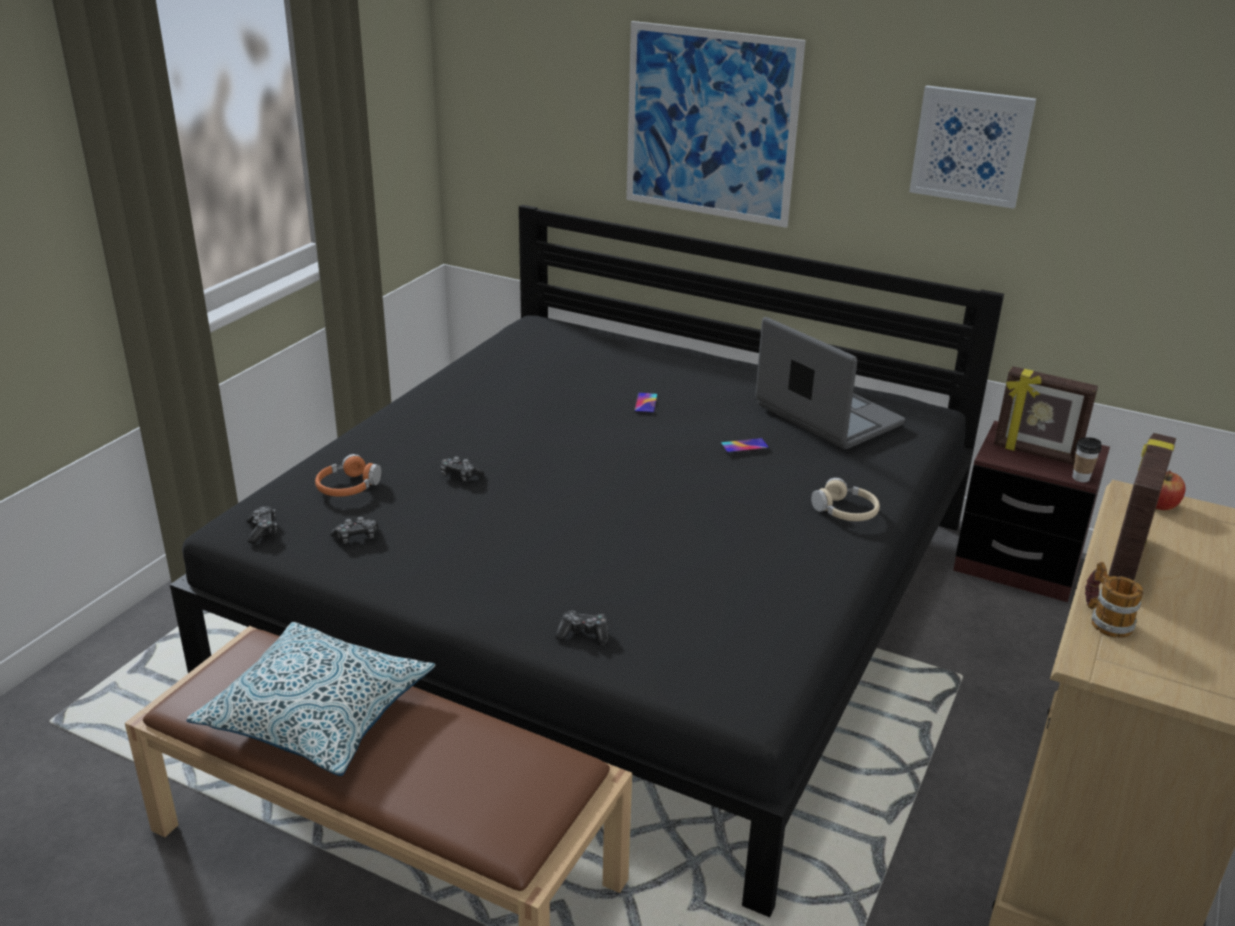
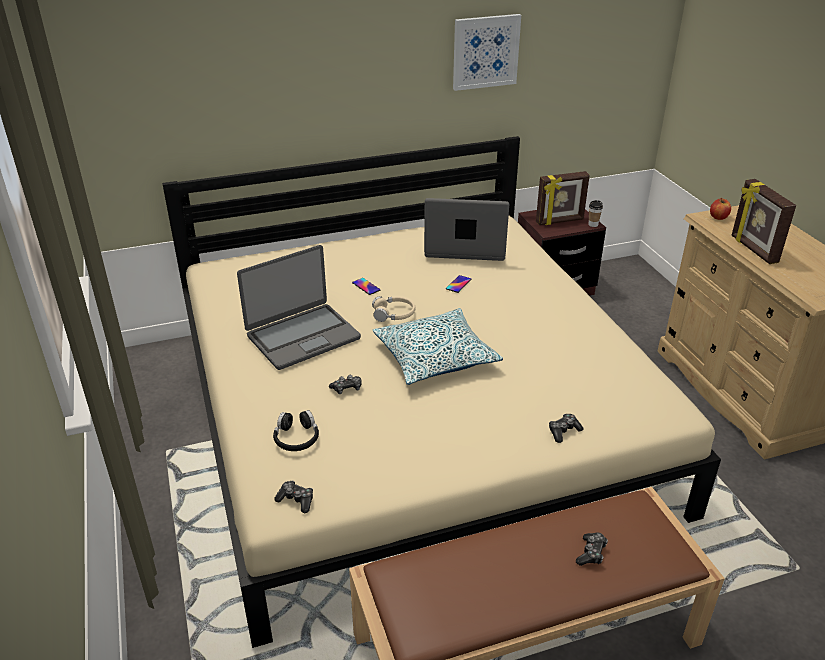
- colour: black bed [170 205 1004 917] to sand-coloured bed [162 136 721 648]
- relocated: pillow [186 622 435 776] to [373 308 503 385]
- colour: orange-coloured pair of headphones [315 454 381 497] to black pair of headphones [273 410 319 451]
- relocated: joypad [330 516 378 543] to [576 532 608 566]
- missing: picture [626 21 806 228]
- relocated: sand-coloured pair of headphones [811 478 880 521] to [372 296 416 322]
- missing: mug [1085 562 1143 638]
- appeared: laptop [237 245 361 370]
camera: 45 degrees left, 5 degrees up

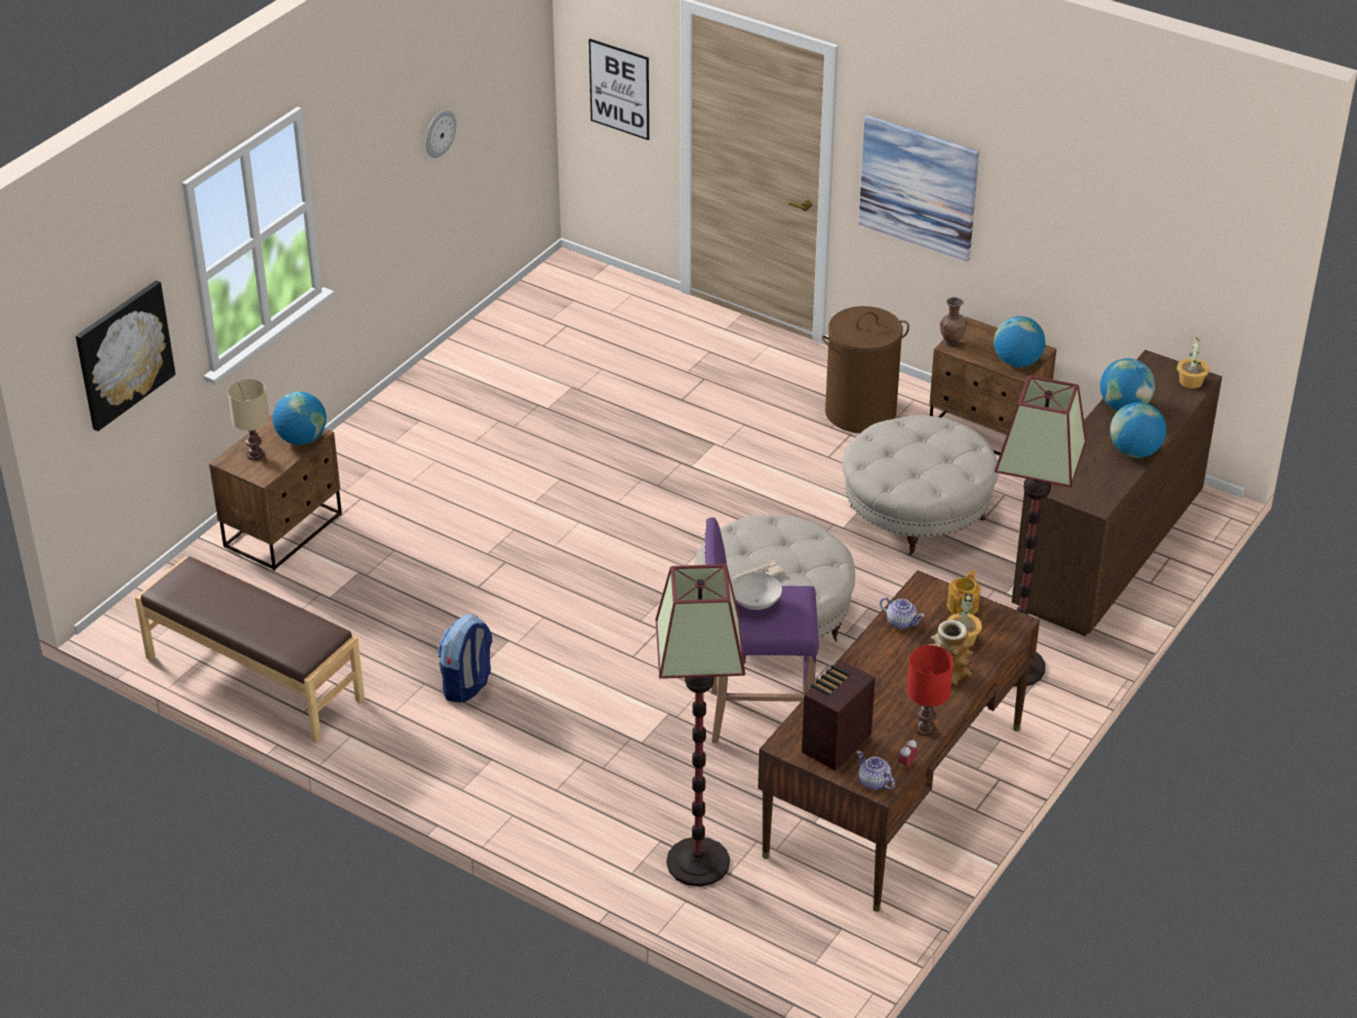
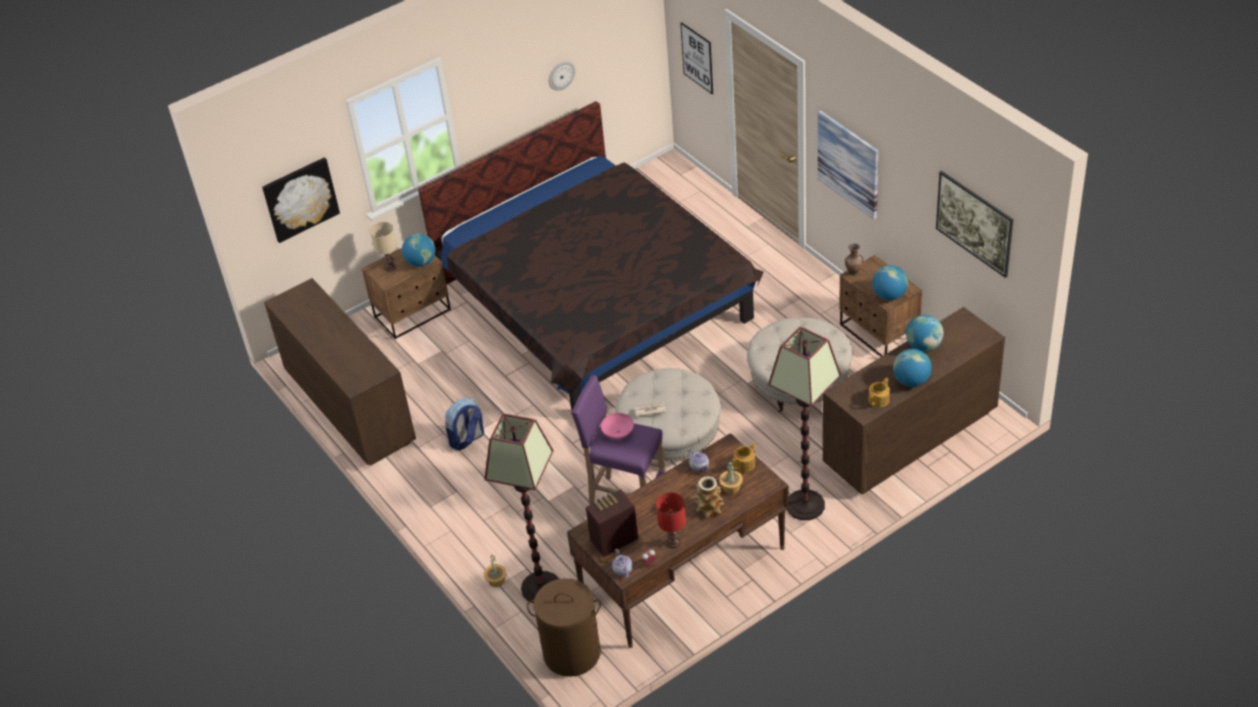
- exchanged: brownish bench [135 556 365 743] to brownish drawer chest [264 278 416 466]
- colour: white serving bowl [732 572 782 610] to pinkish serving bowl [601 413 634 439]
- relocated: brownish laundry basket [822 306 909 433] to [527 578 601 677]
- relocated: plant in a pot [1177 337 1210 389] to [484 555 506 587]
- appeared: bed [418 101 764 410]
- appeared: tea pot [868 378 890 408]
- appeared: picture [936 171 1013 278]
camera: 25 degrees right, 5 degrees up

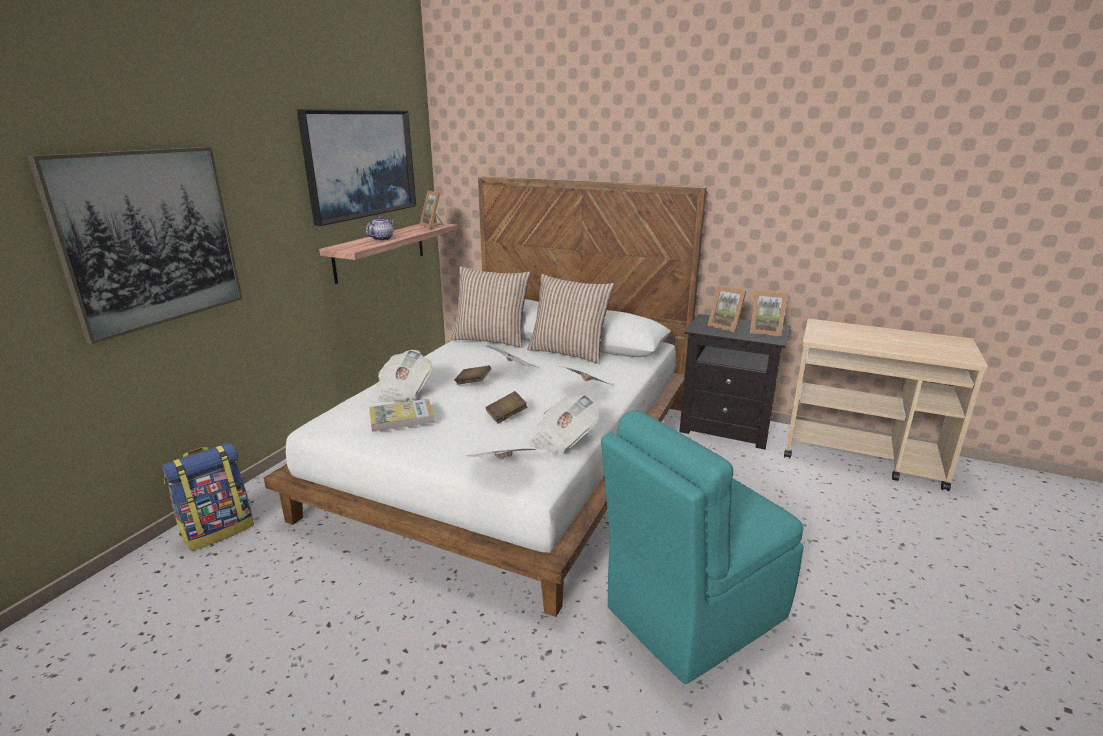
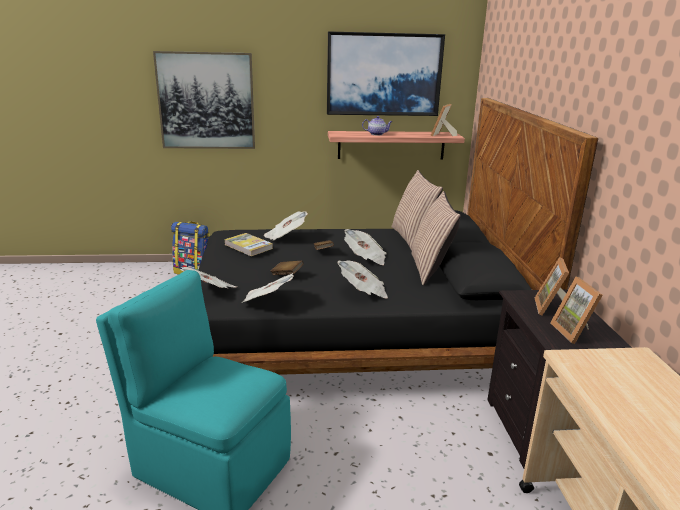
- colour: white bed [264 177 707 617] to black bed [198 98 598 375]
camera: 60 degrees right, 0 degrees up

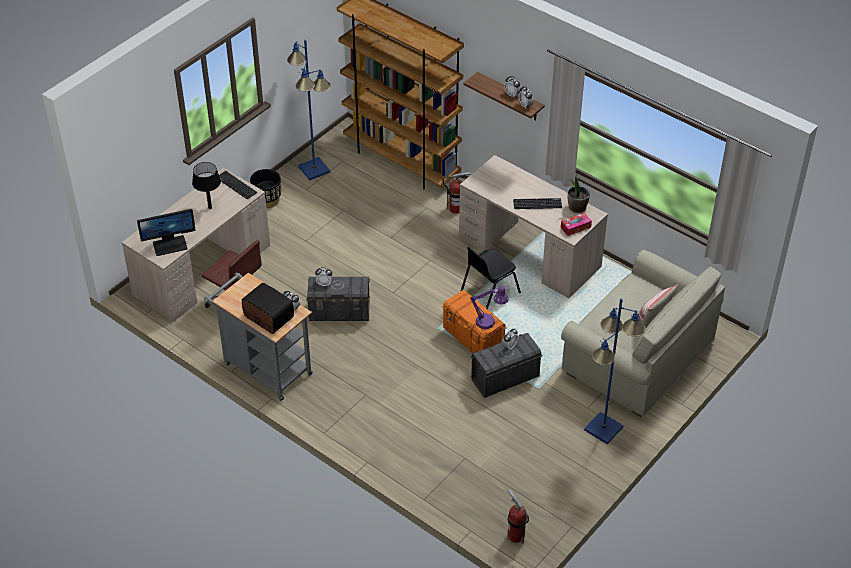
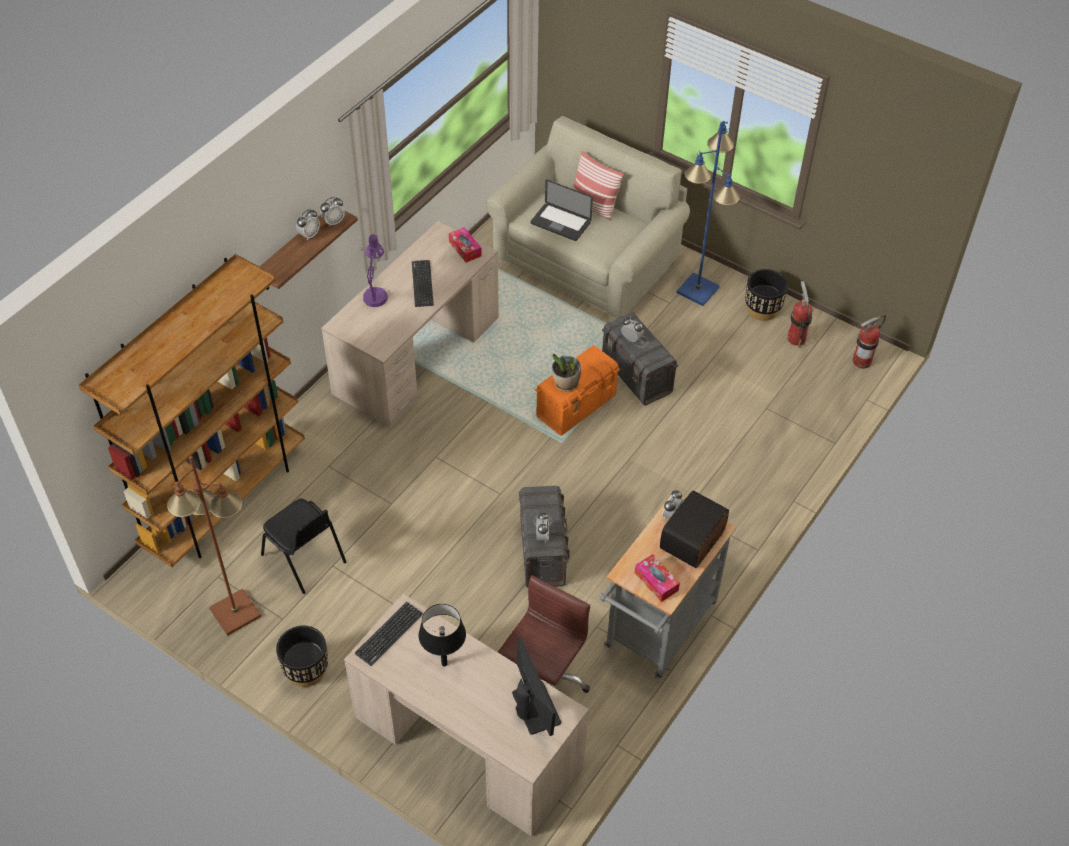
- colour: bluish floor lamp [287 40 331 180] to brownish floor lamp [167 456 261 636]
- relocated: extinguisher [442 172 471 214] to [787 281 813 348]
- relocated: black upright chair [460 247 521 309] to [261 499 347 594]
- relocated: purplish tabletop lamp [470 286 509 329] to [363 234 388 307]
- relocated: plant in a pot [567 173 590 213] to [552 354 581 392]
- appeared: laptop [530 179 593 241]
- appeared: tissue box [635 554 680 602]
- appeared: black plant pot [745 269 788 321]
camera: 95 degrees left, 5 degrees up

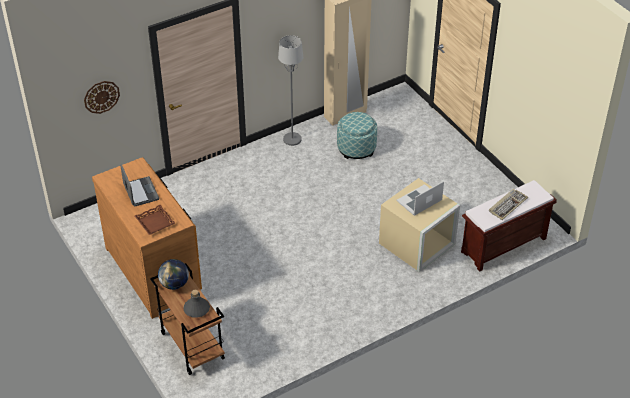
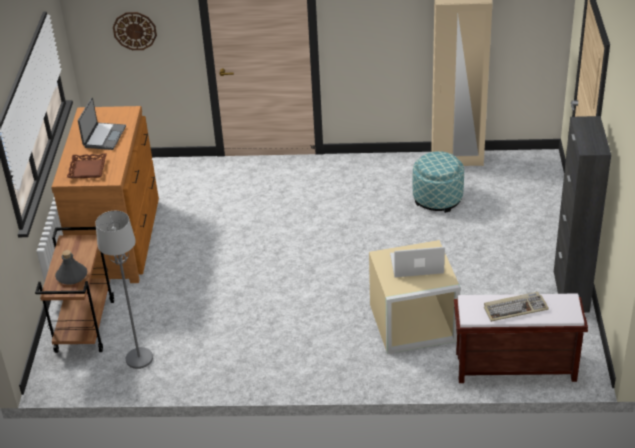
- missing: desk globe [158 259 189 290]
- relocated: greyish floor lamp [278 35 303 146] to [95 211 153 369]
- appeared: black storage cabinet [554 116 611 313]
camera: 35 degrees right, 5 degrees down

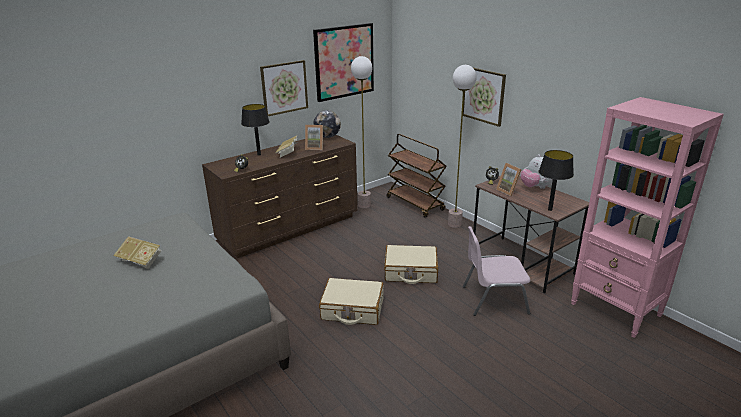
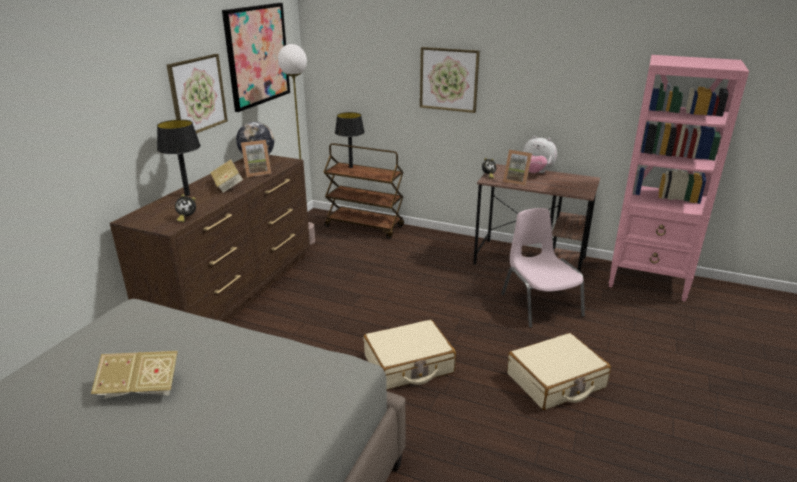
- relocated: sand-coloured piece of luggage [384 245 438 284] to [507 333 611 410]
- missing: floor lamp [448 65 477 228]
- spun: pinkish upright chair [463 226 530 316] = [501 208 585 328] 105 degrees clockwise
- relocated: black tabletop lamp [539 150 574 211] to [335 112 365 168]
camera: 30 degrees left, 0 degrees up

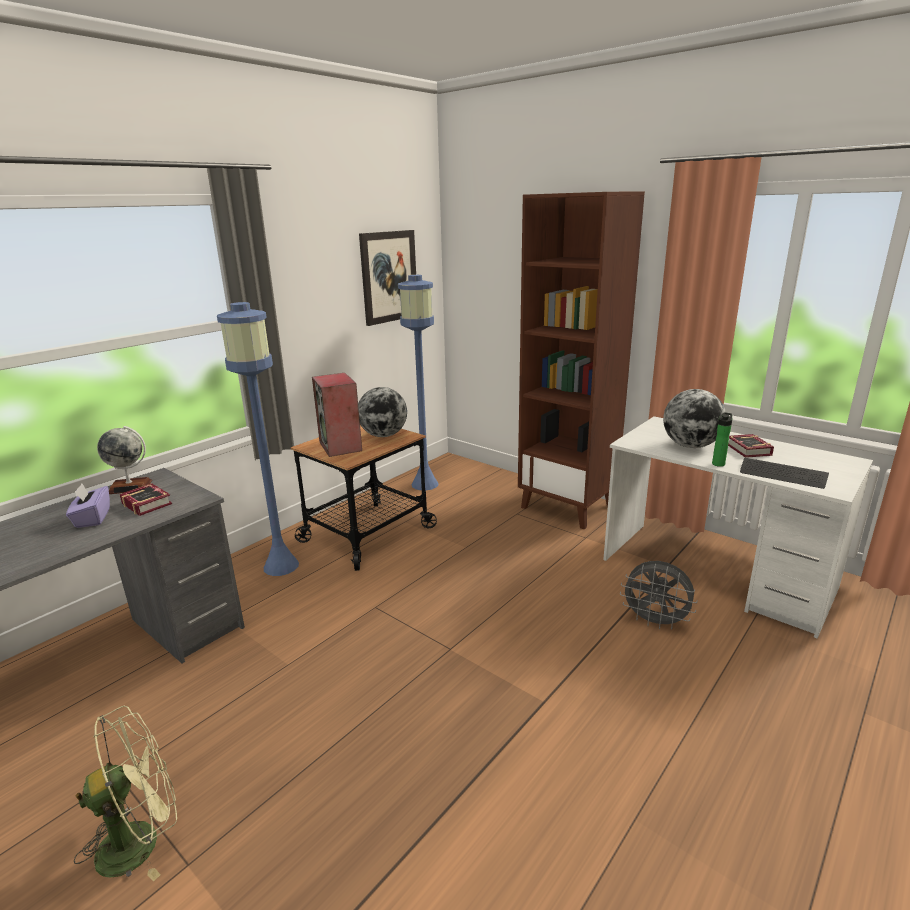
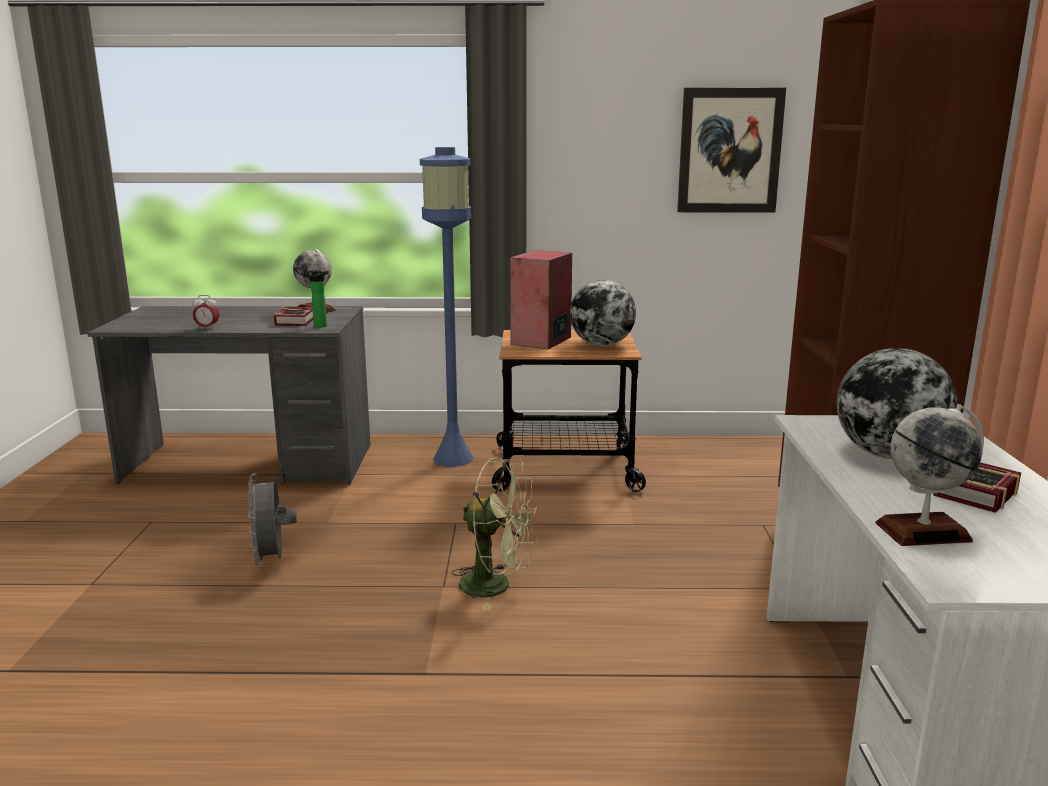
- missing: purplish tissue box [66 484 110 528]
- relocated: green fan [74 706 177 882] to [451 457 538 610]
- missing: bluish floor lamp [398 275 438 491]
- relocated: greyish fan [620 561 698 630] to [248 473 297 567]
- relocated: beverage bottle [712 412 733 467] to [309 270 329 328]
- exchanged: computer keyboard [740 458 829 489] to desk globe [875 404 984 546]
- appeared: bedside clock [193 295 219 330]
camera: 50 degrees right, 5 degrees down

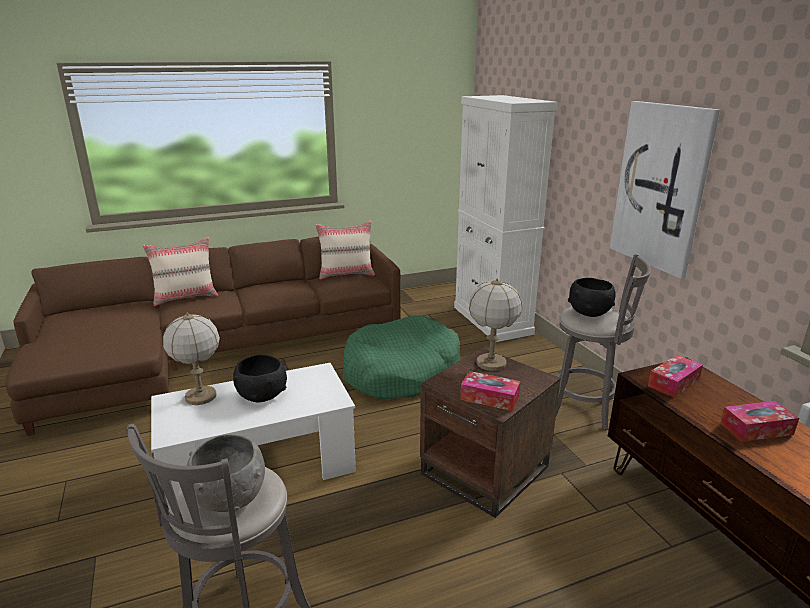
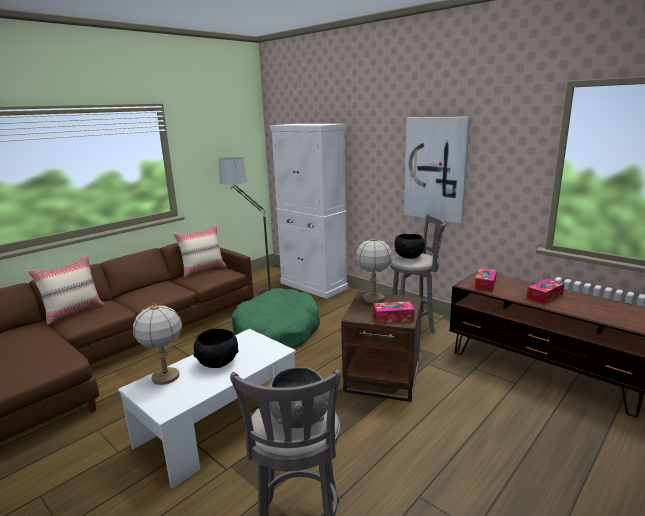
- appeared: floor lamp [219 157 271 296]
camera: 25 degrees left, 5 degrees down

